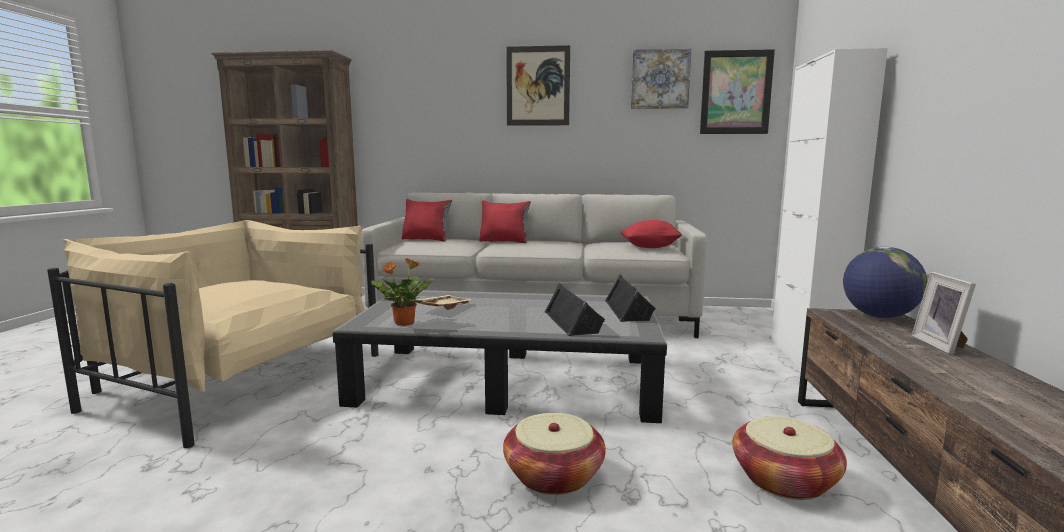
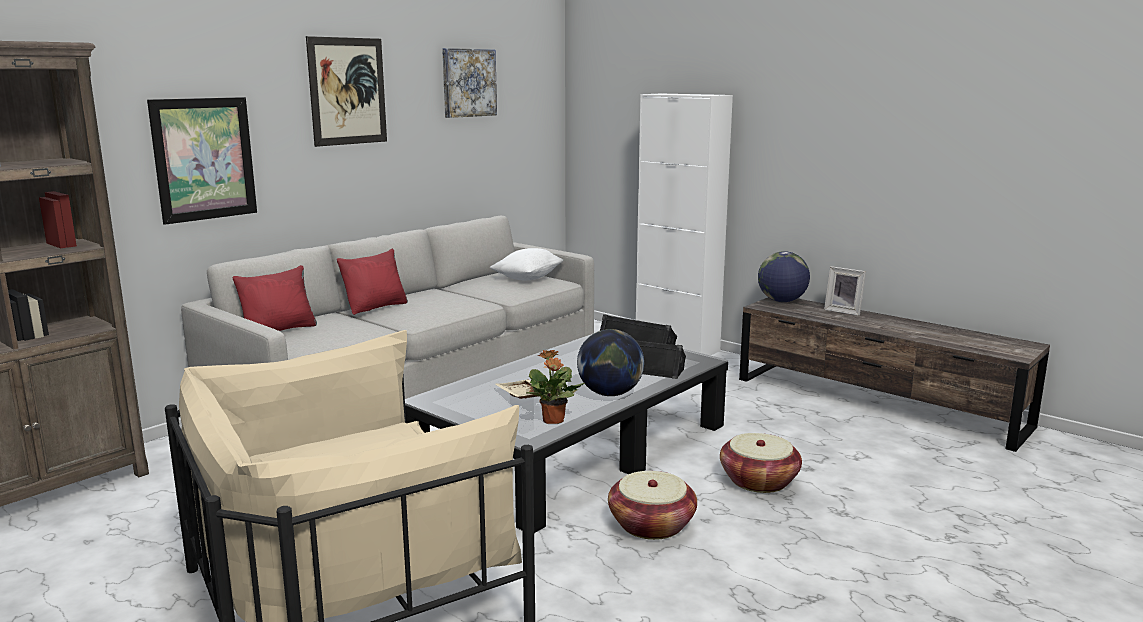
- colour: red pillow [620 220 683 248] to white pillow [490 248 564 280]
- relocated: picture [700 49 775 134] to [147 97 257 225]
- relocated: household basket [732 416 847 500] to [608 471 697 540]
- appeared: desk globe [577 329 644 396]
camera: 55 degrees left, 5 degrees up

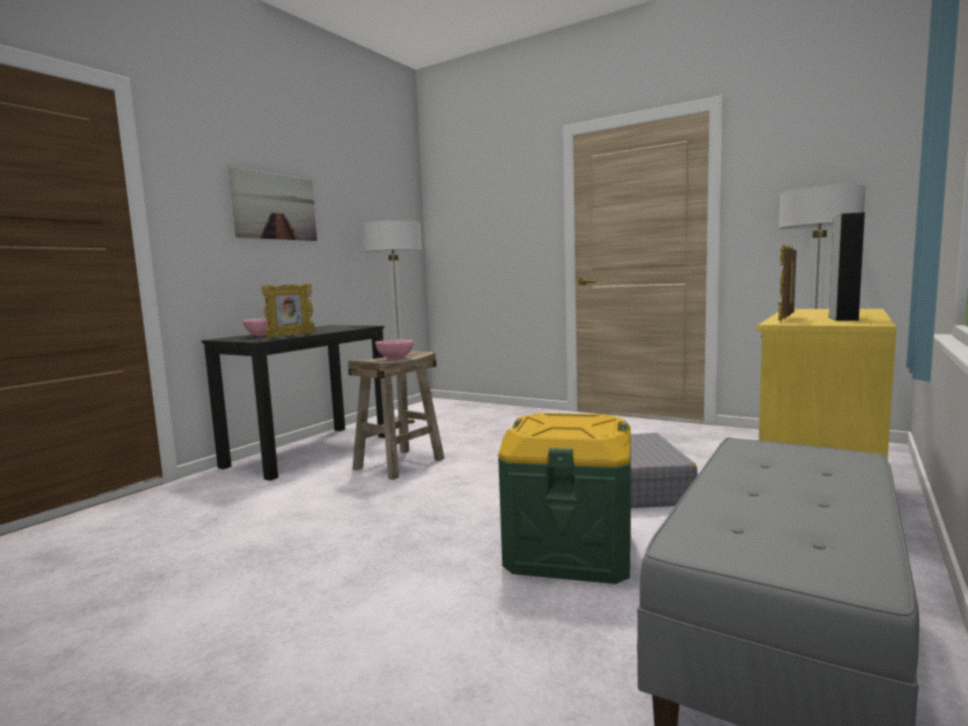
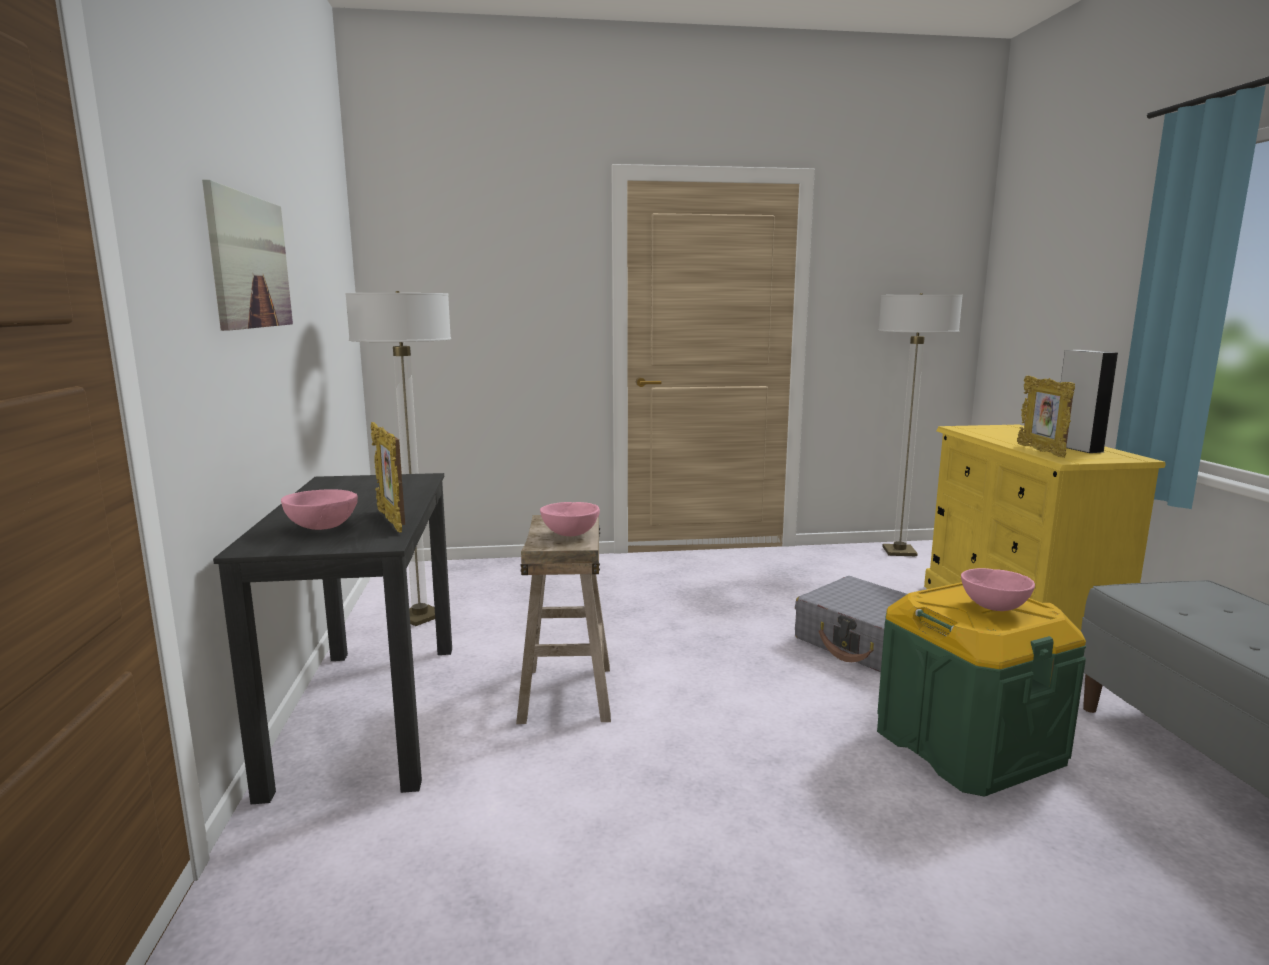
- spun: photo frame [261 284 316 338] = [371 422 405 533] 150 degrees clockwise
- appeared: pinkish serving bowl [961 568 1035 611]
camera: 40 degrees left, 5 degrees up

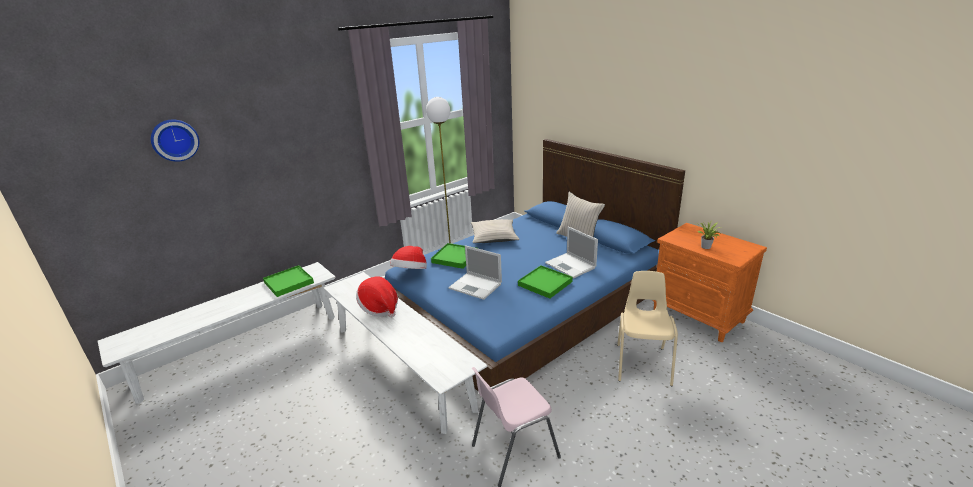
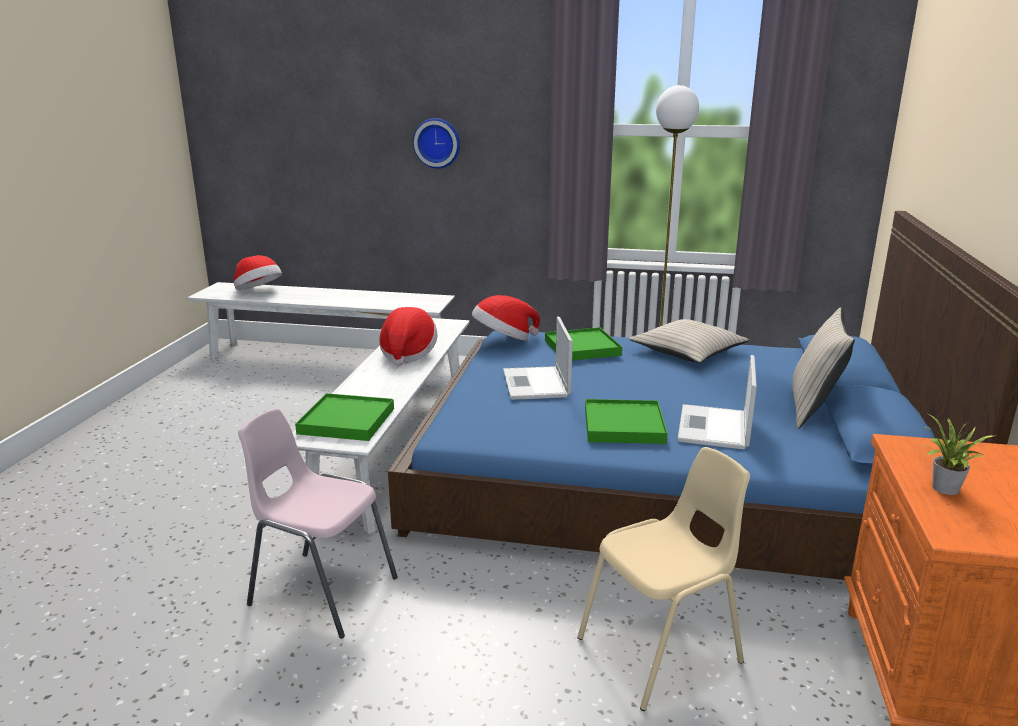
- relocated: clock on the wall [151 120 199 162] to [413 118 460 169]
- relocated: green carrying tray [263 265 314 297] to [295 393 394 441]
- appeared: hat [234 255 282 290]
camera: 50 degrees right, 5 degrees down

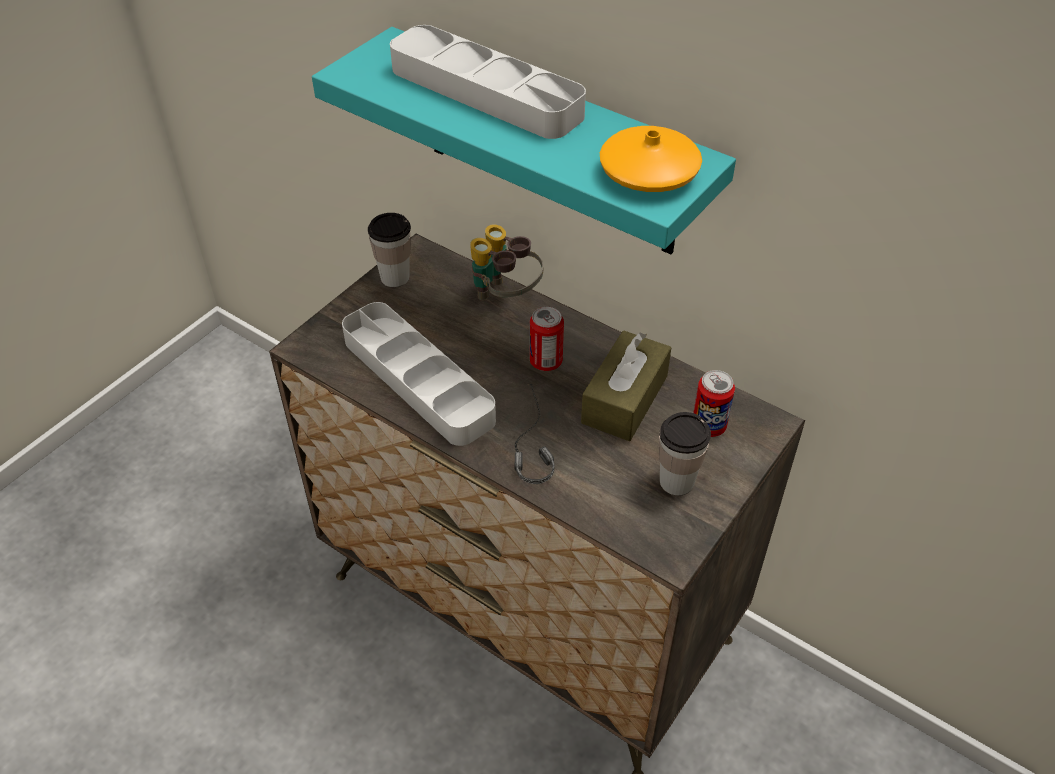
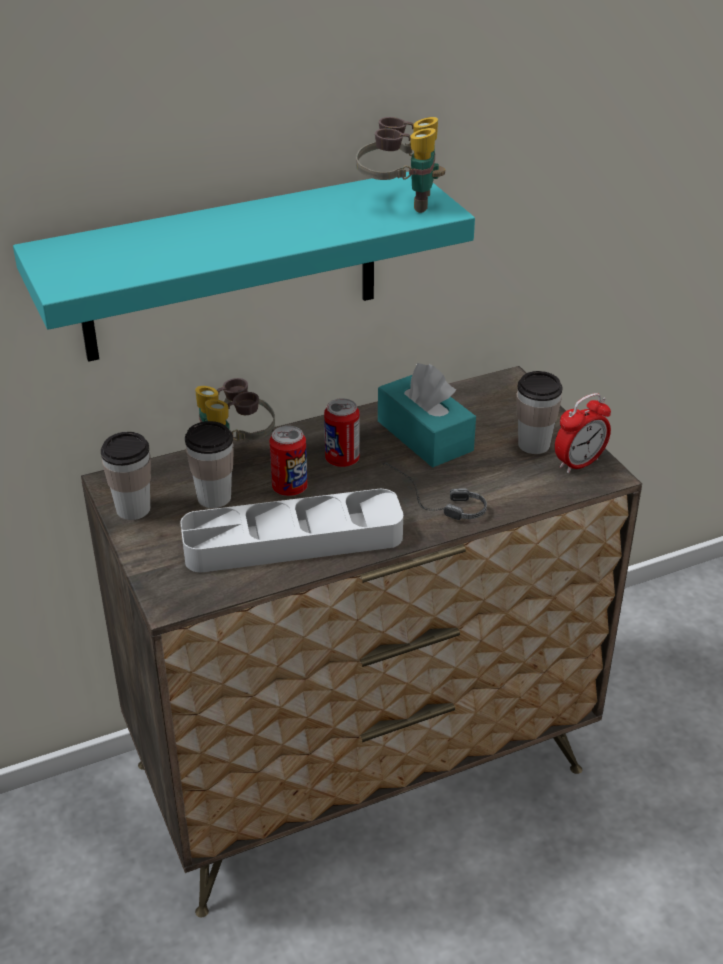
- missing: greyish carrying tray [390 25 586 139]
- colour: brownish tissue box [581 331 671 441] to turquoise tissue box [378 363 476 467]
- exchanged: orange-coloured flower vase [600 126 702 192] to field glasses [356 117 445 213]
- relocated: can [693 370 735 437] to [270 426 307 496]
- appeared: cup [185 421 234 508]
- appeared: bedside clock [555 393 611 473]
camera: 60 degrees left, 10 degrees down

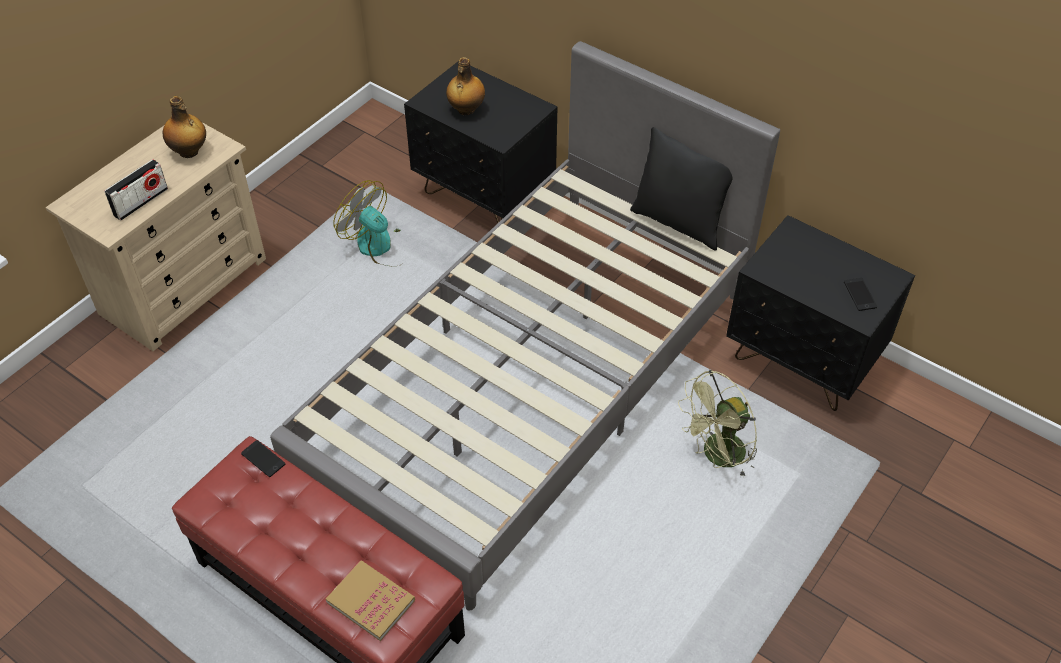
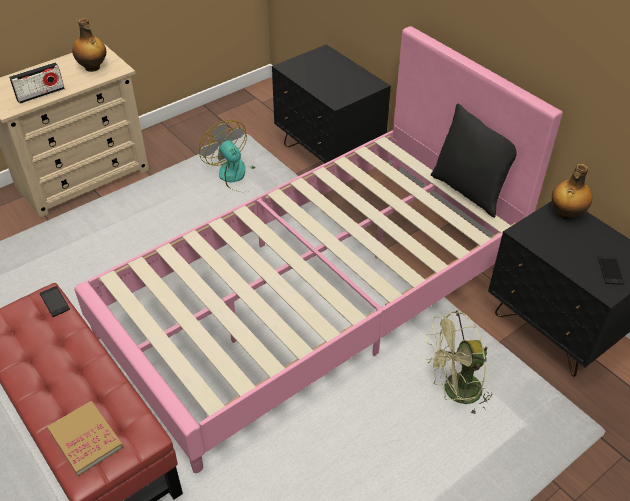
- colour: greyish bed [270 41 780 611] to pinkish bed [74 26 563 473]
- relocated: beverage bottle [446 57 485 115] to [552 164 592 220]
camera: 15 degrees right, 5 degrees down

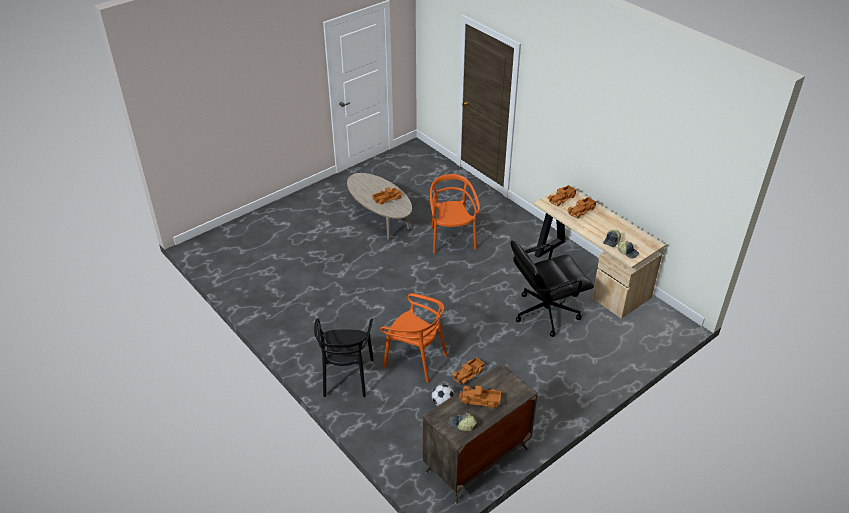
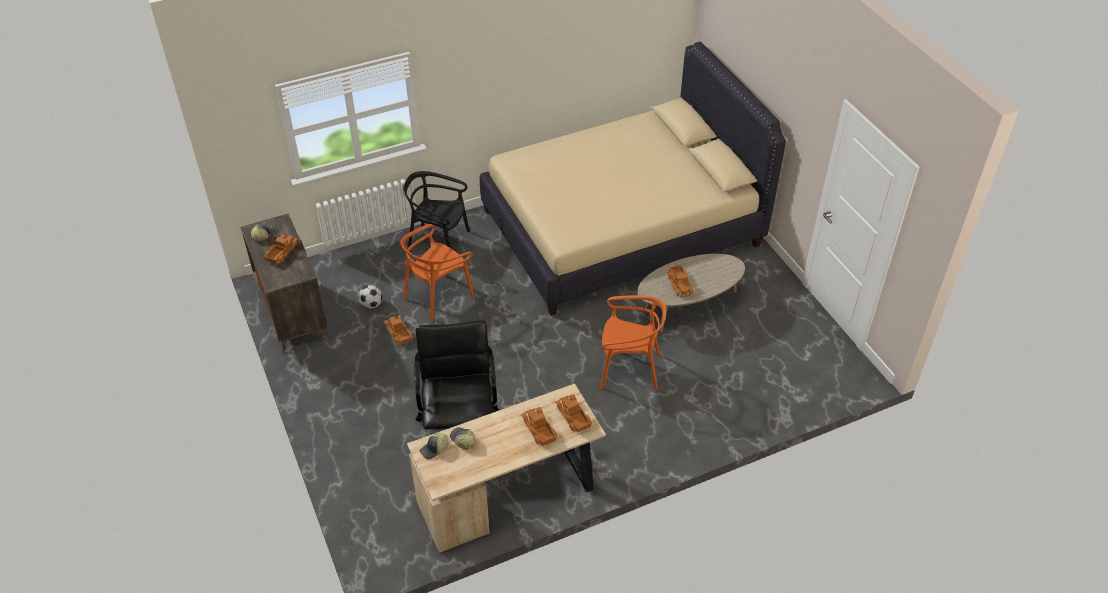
- appeared: sand-coloured bed [480 42 786 316]
camera: 105 degrees right, 5 degrees up

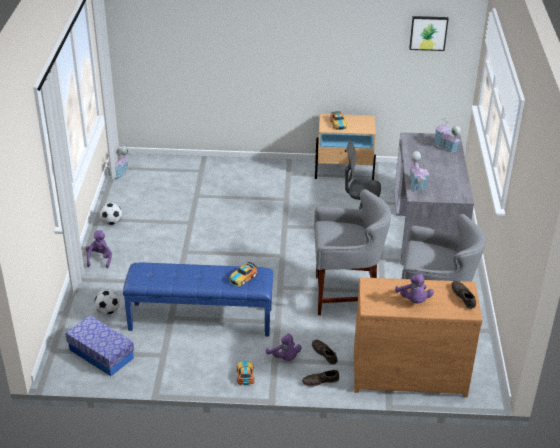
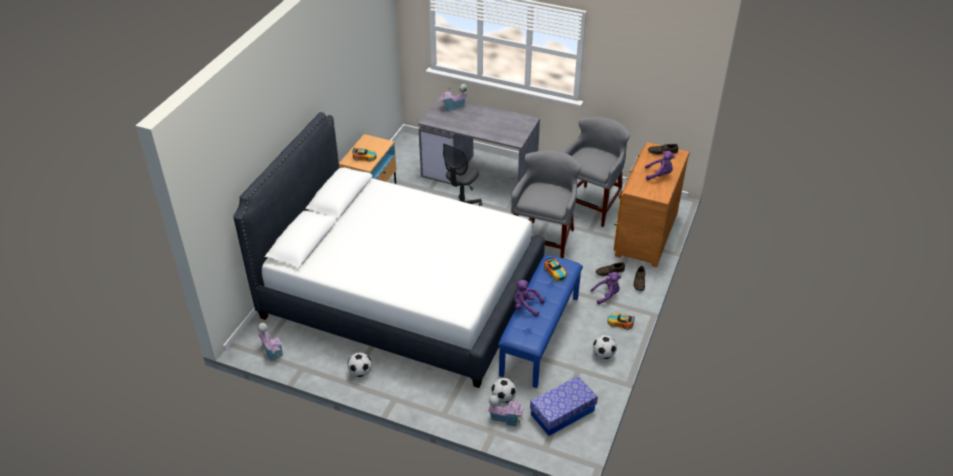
- relocated: purplish soft toy [86 230 112 268] to [514 280 545 317]
- missing: picture [409 16 448 51]
- relocated: toy house [409 151 429 192] to [488 395 524 427]
- appeared: white bed [233 112 545 388]
- appeared: football [593 335 617 359]
camera: 70 degrees left, 5 degrees up

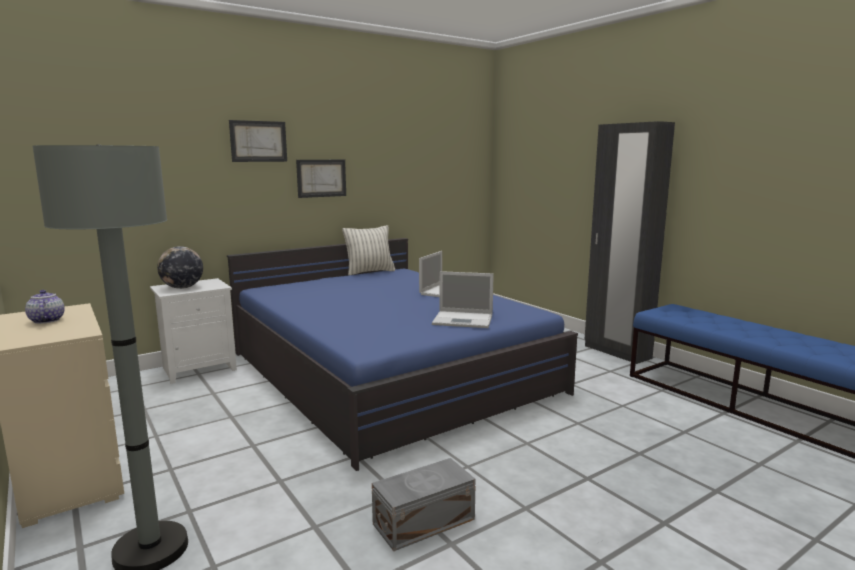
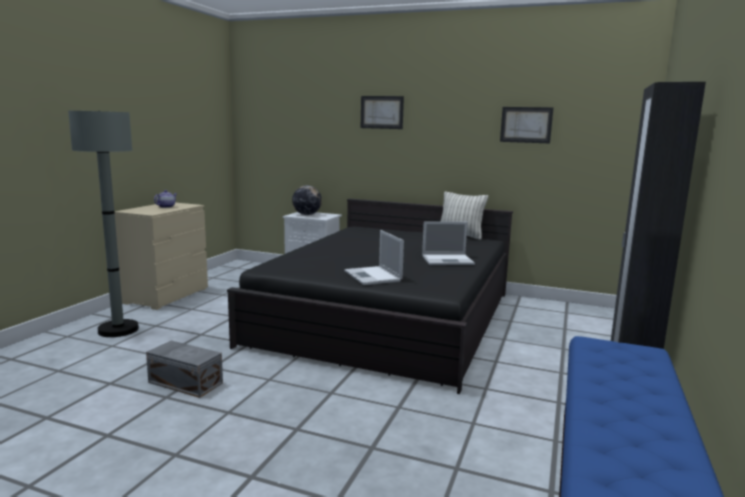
- colour: bluish bed [227 238 578 471] to black bed [227 199 513 394]
- relocated: picture [296 160 346 198] to [500 107 553 143]
camera: 55 degrees right, 0 degrees up

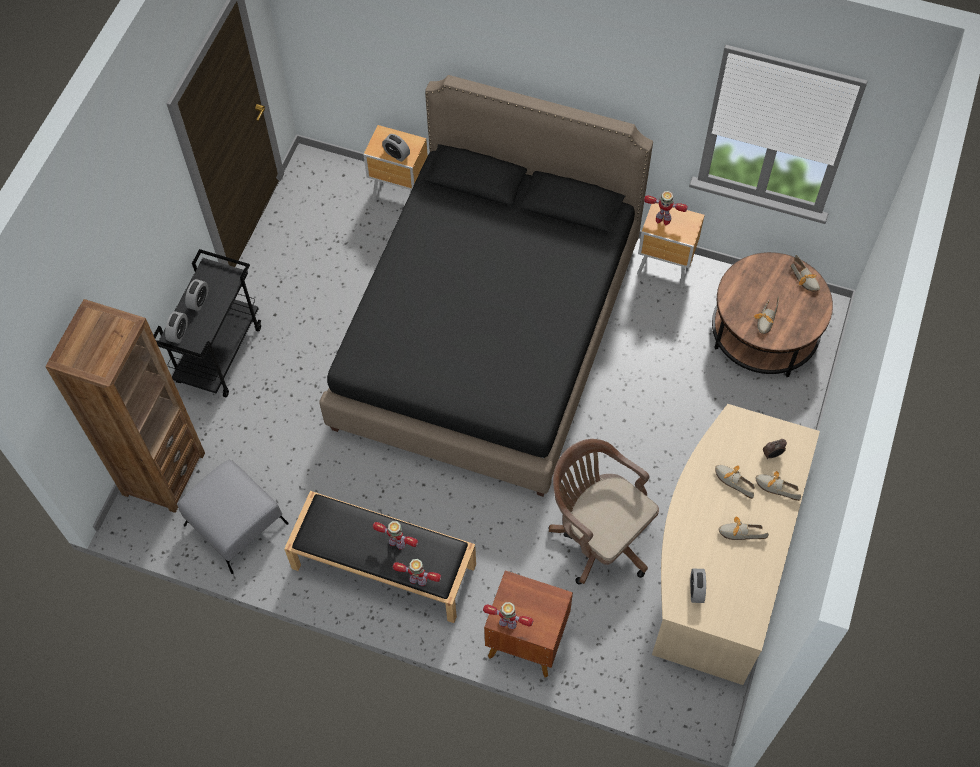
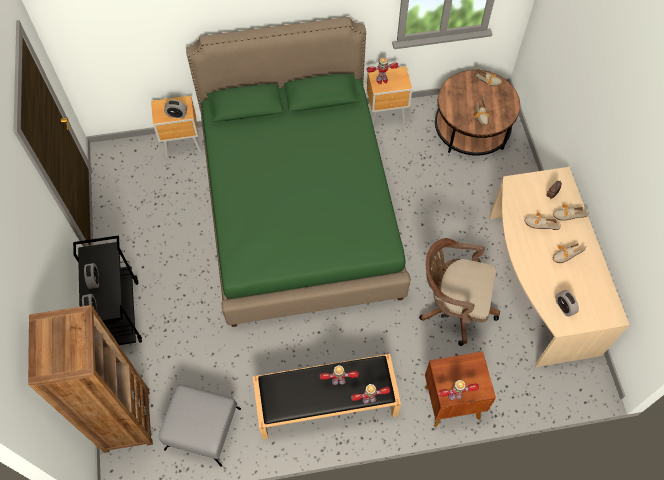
- colour: black bed [319 75 653 497] to green bed [186 17 411 327]
camera: 30 degrees left, 0 degrees up

